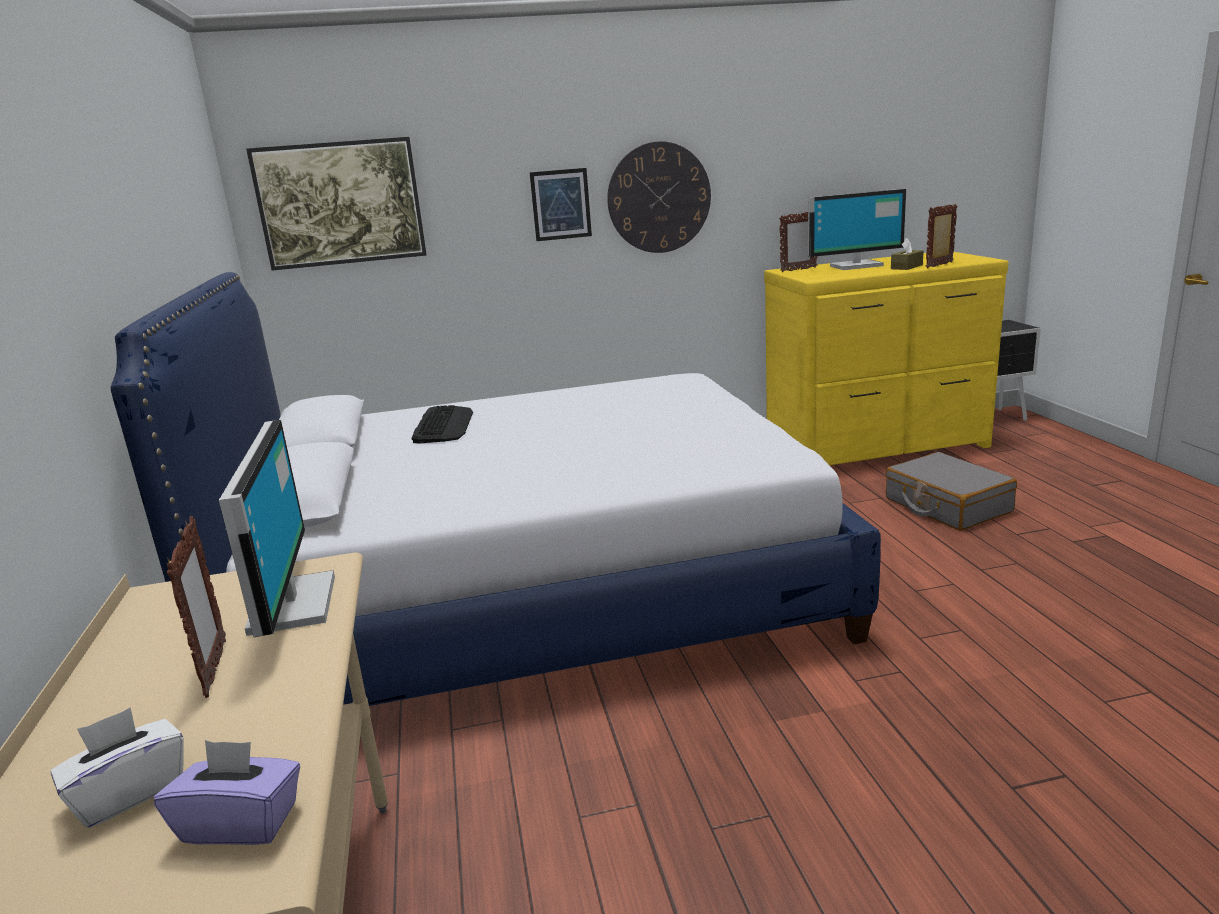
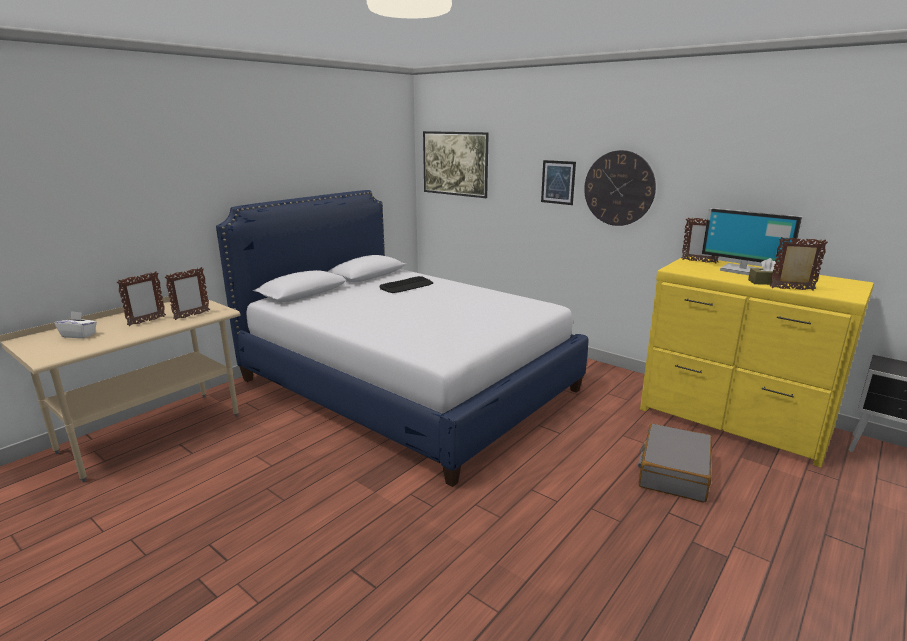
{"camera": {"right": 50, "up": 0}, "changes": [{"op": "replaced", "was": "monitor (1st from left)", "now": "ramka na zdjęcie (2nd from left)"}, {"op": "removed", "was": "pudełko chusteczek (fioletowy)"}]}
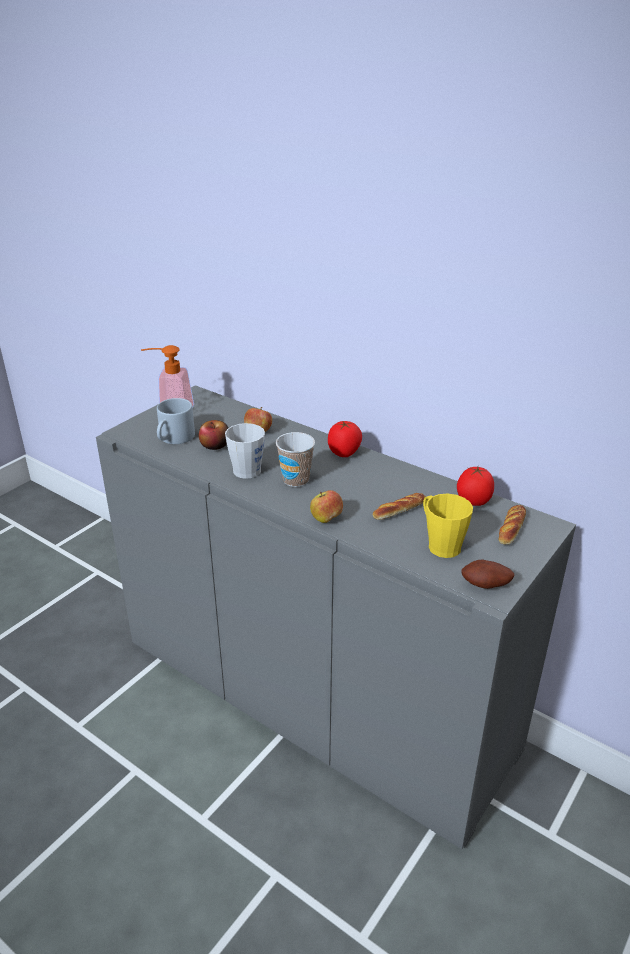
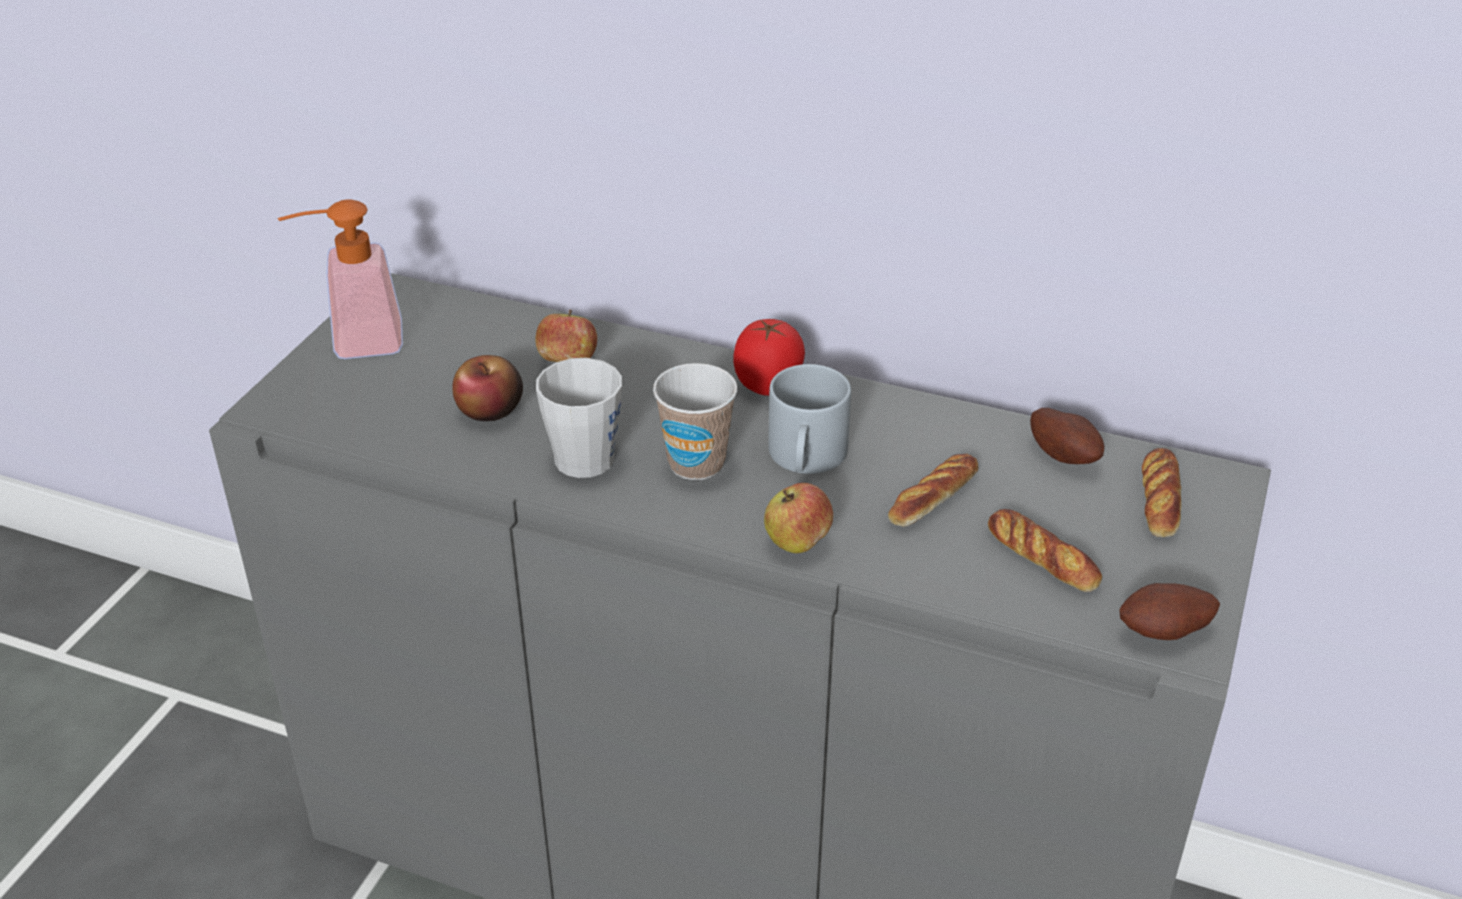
{"camera": {"right": -15, "up": 5}, "changes": [{"op": "moved", "was": "kubek (szary) (1st from left in the first image)", "now": "kubek (szary) (2nd from left)"}, {"op": "replaced", "was": "kubek (żółty)", "now": "chleb (2nd from left)"}, {"op": "replaced", "was": "pomidor (2nd from left)", "now": "ziemniak (1st from left)"}]}
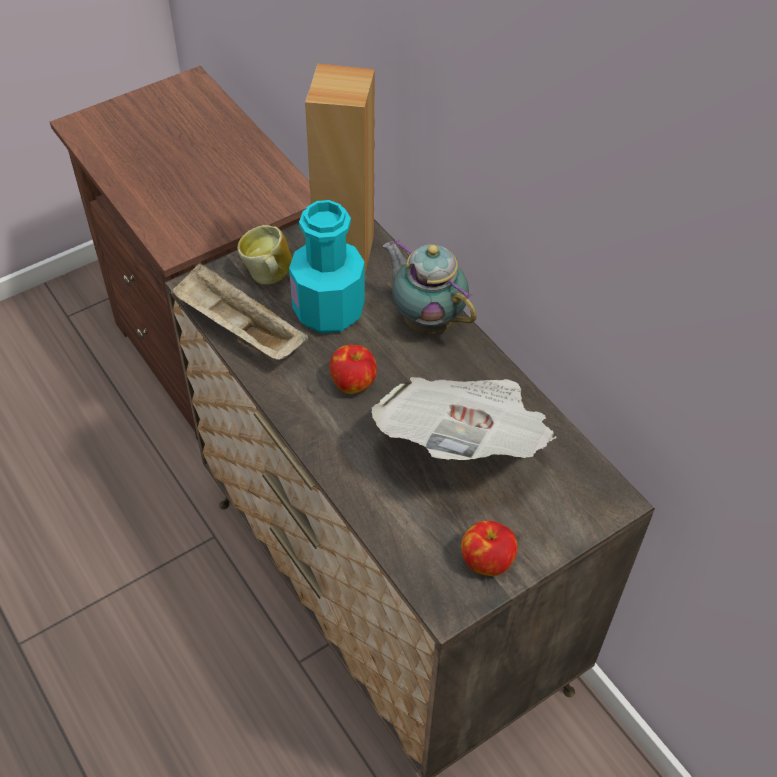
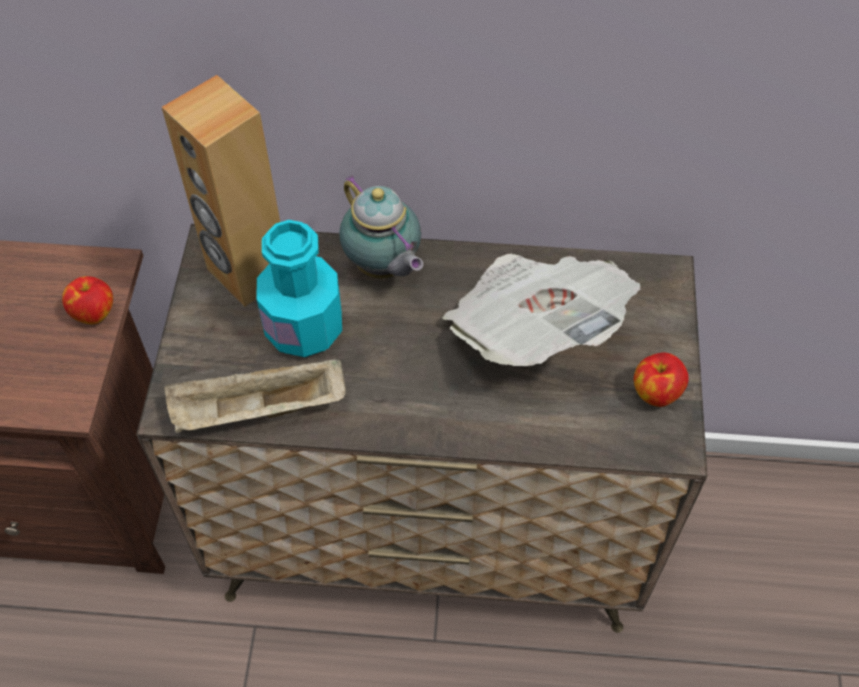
{"camera": {"right": -50, "up": 5}, "changes": [{"op": "moved", "was": "jabłko (1st from left)"}, {"op": "turned", "was": "imbryk", "clockwise": -120}, {"op": "removed", "was": "kubek"}]}
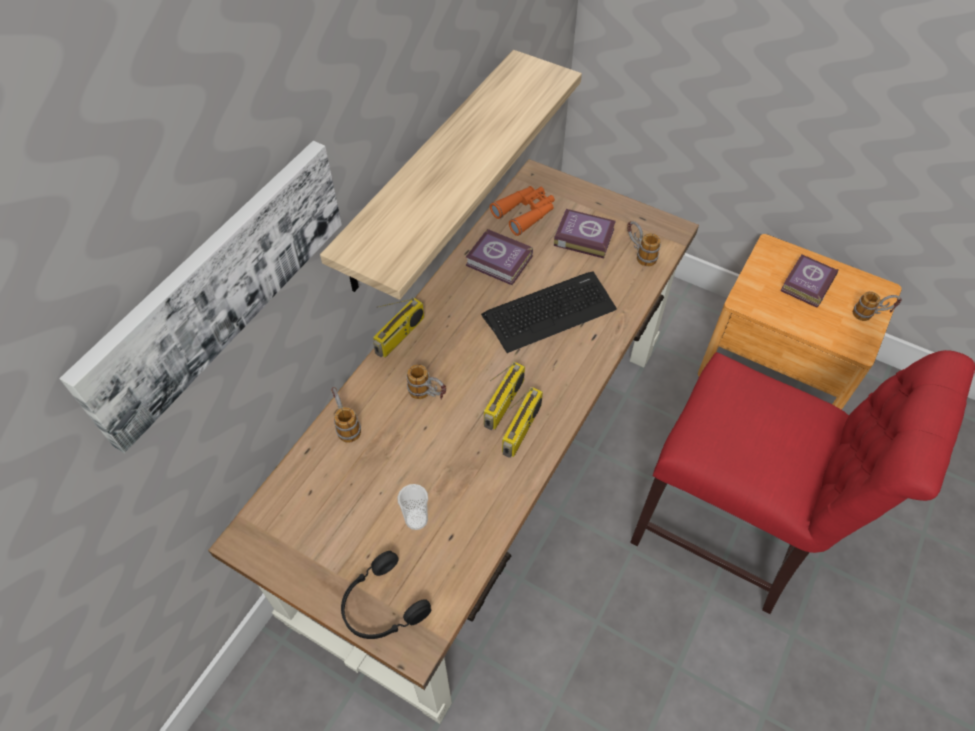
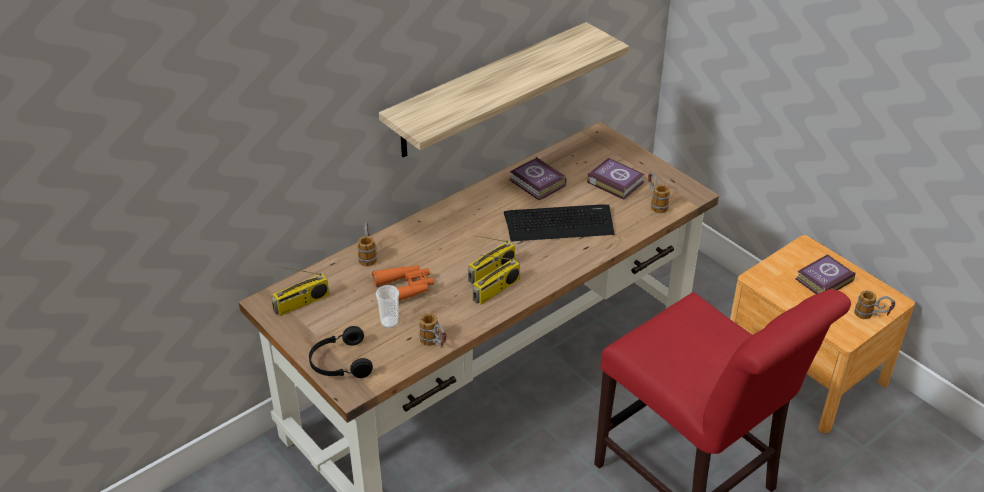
{"camera": {"right": 20, "up": -15}, "changes": [{"op": "moved", "was": "radio (1st from left)"}, {"op": "moved", "was": "lornetka (pomarańczowy)"}, {"op": "moved", "was": "kubek (2nd from left)"}, {"op": "removed", "was": "obraz"}]}
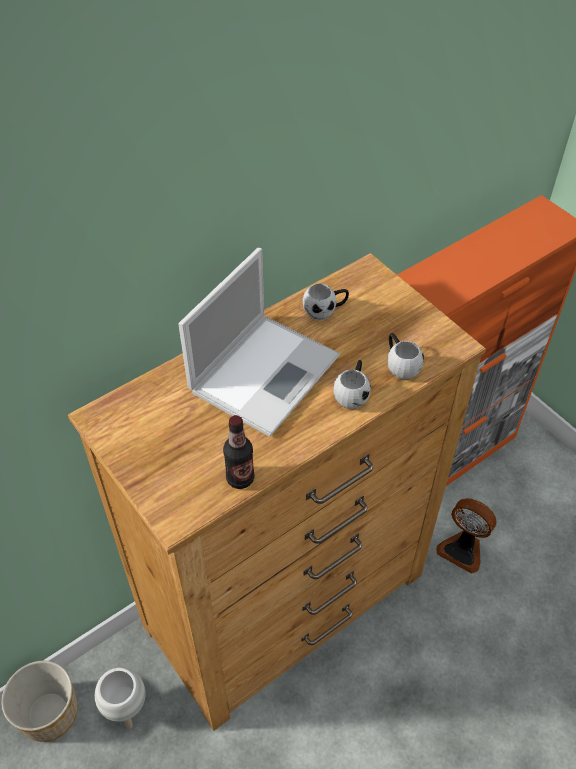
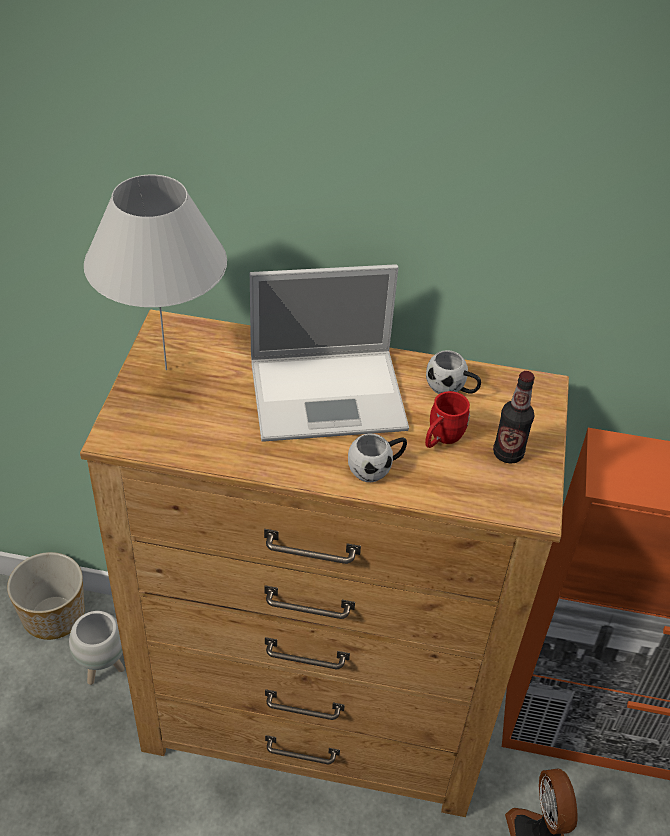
{"camera": {"right": 45, "up": -5}, "changes": [{"op": "added", "now": "lampa stołowa (biały)"}, {"op": "added", "now": "kubek (czerwony)"}, {"op": "moved", "was": "butelka"}, {"op": "removed", "was": "kubek (biały) (3rd from left)"}]}
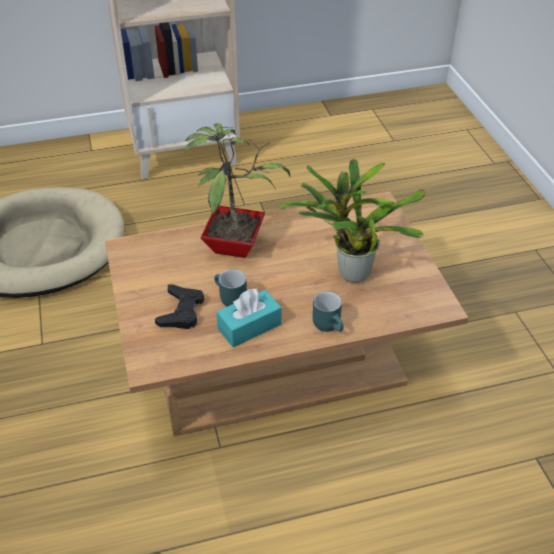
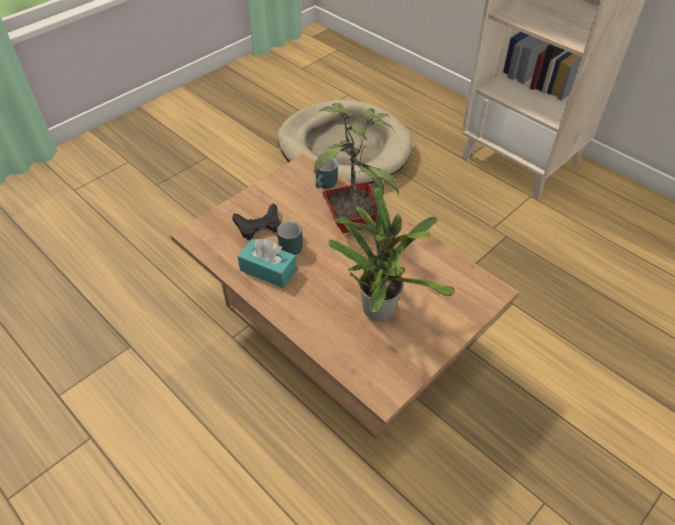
{"camera": {"right": 60, "up": 5}, "changes": [{"op": "moved", "was": "kubek (turkusowy) (2nd from left)"}]}
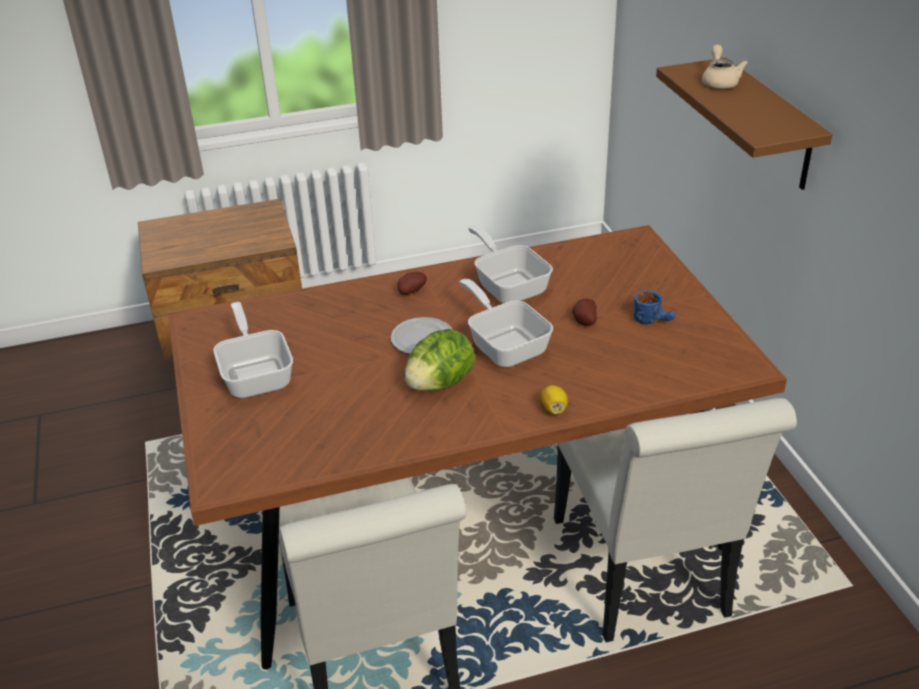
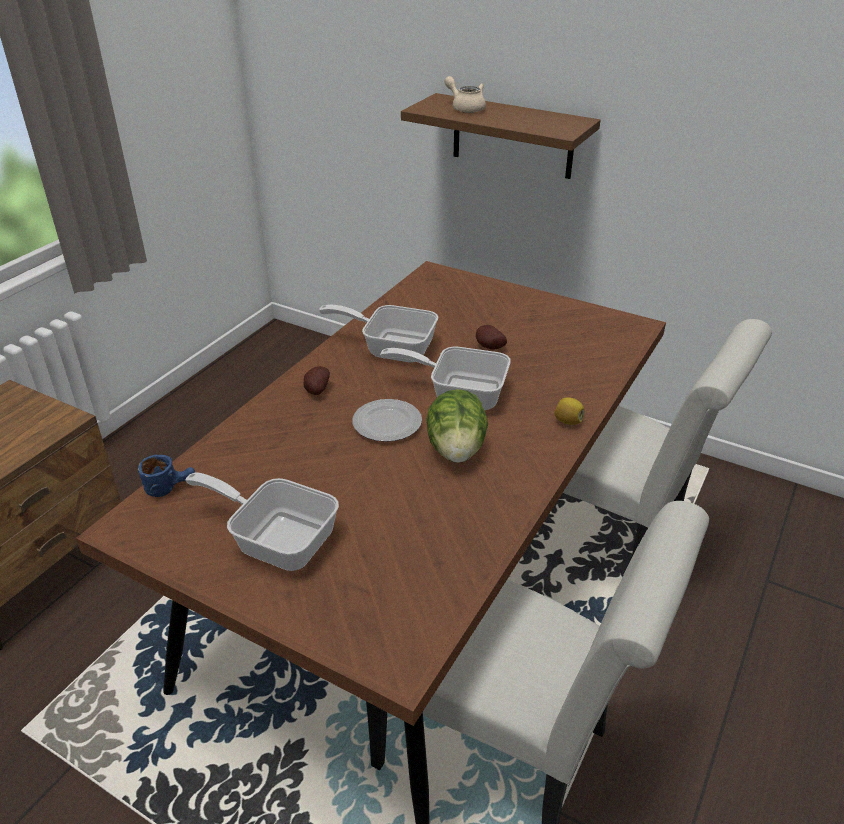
{"camera": {"right": -45, "up": 0}, "changes": [{"op": "moved", "was": "kubek (niebieski)"}]}
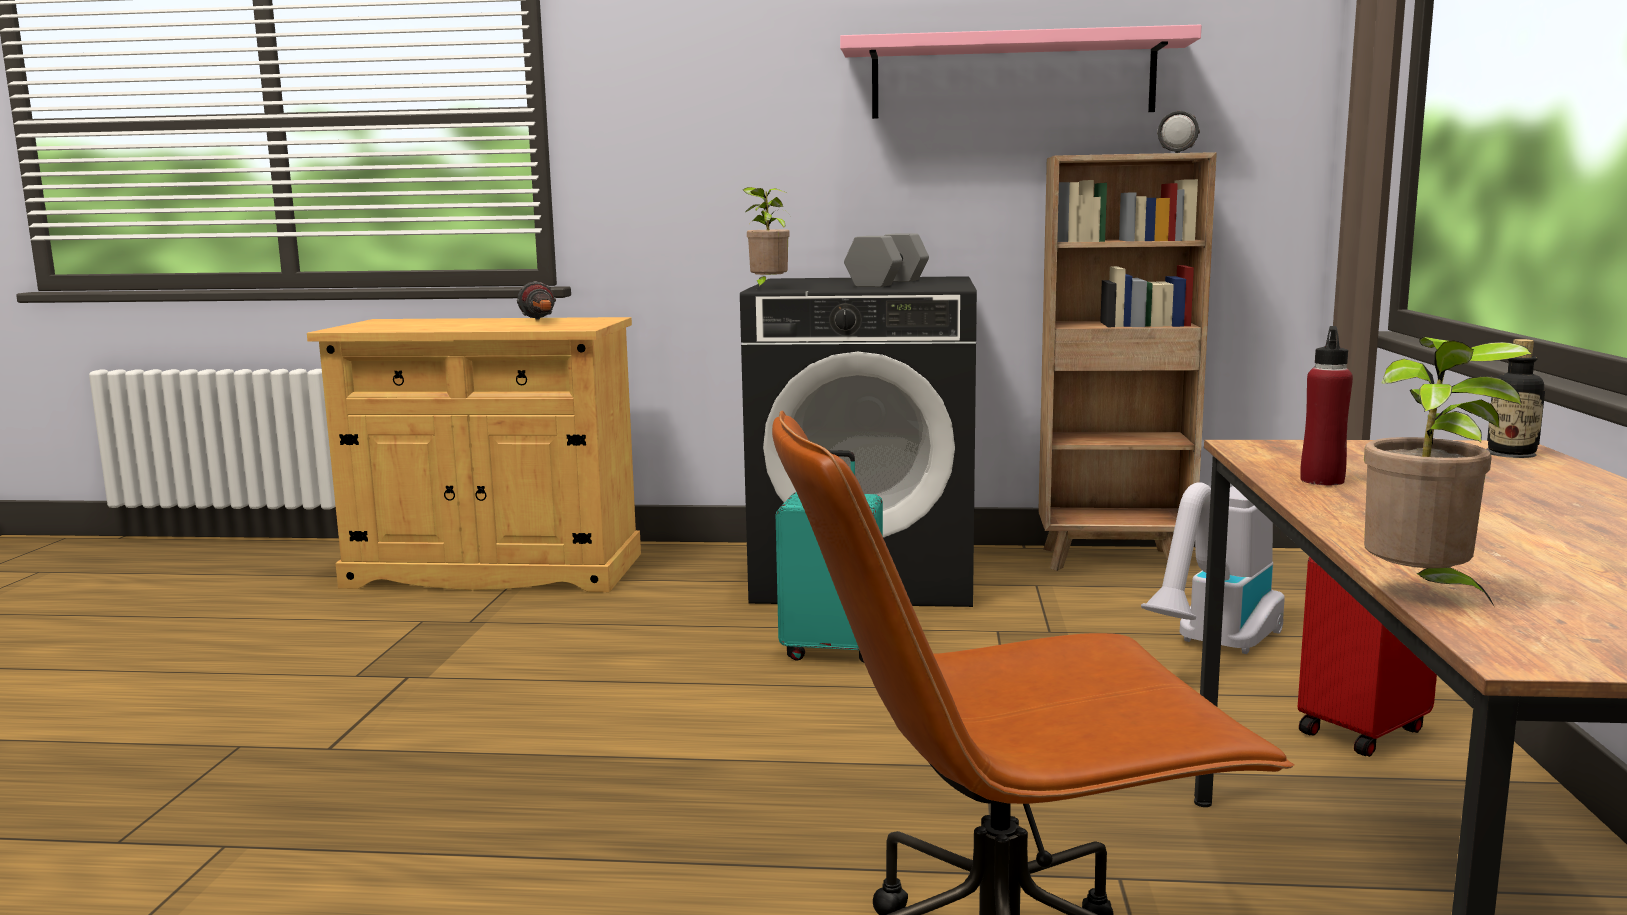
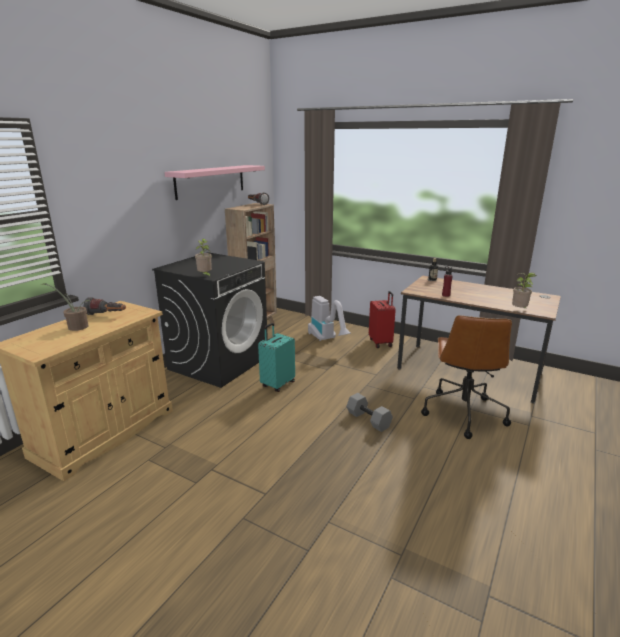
{"camera": {"right": -65, "up": 10}, "changes": [{"op": "added", "now": "roślina doniczkowa (1st from left)"}, {"op": "moved", "was": "hantel (szary)"}]}
